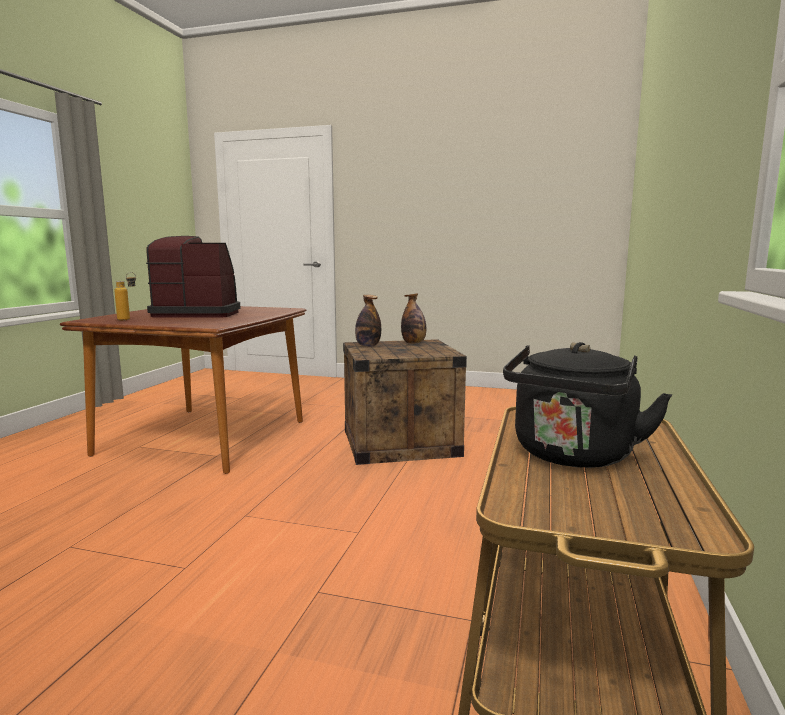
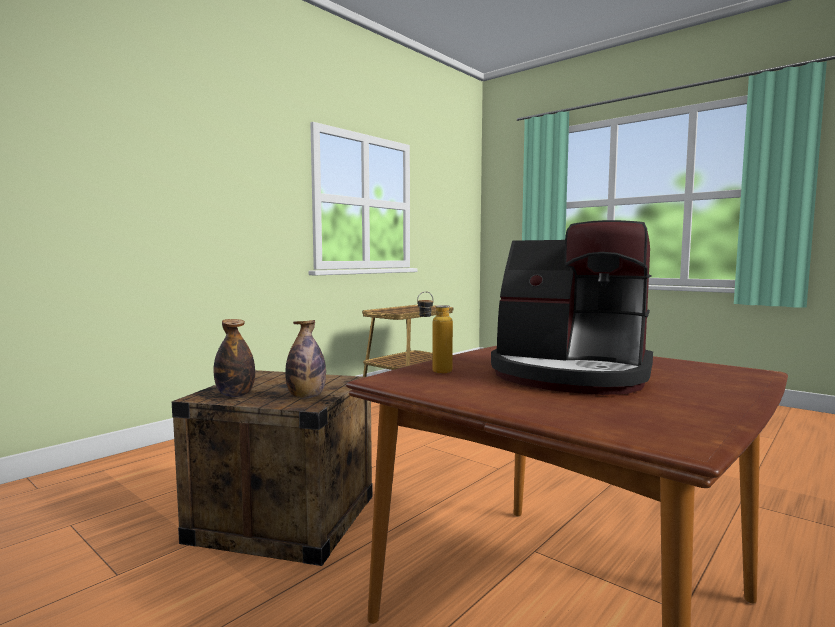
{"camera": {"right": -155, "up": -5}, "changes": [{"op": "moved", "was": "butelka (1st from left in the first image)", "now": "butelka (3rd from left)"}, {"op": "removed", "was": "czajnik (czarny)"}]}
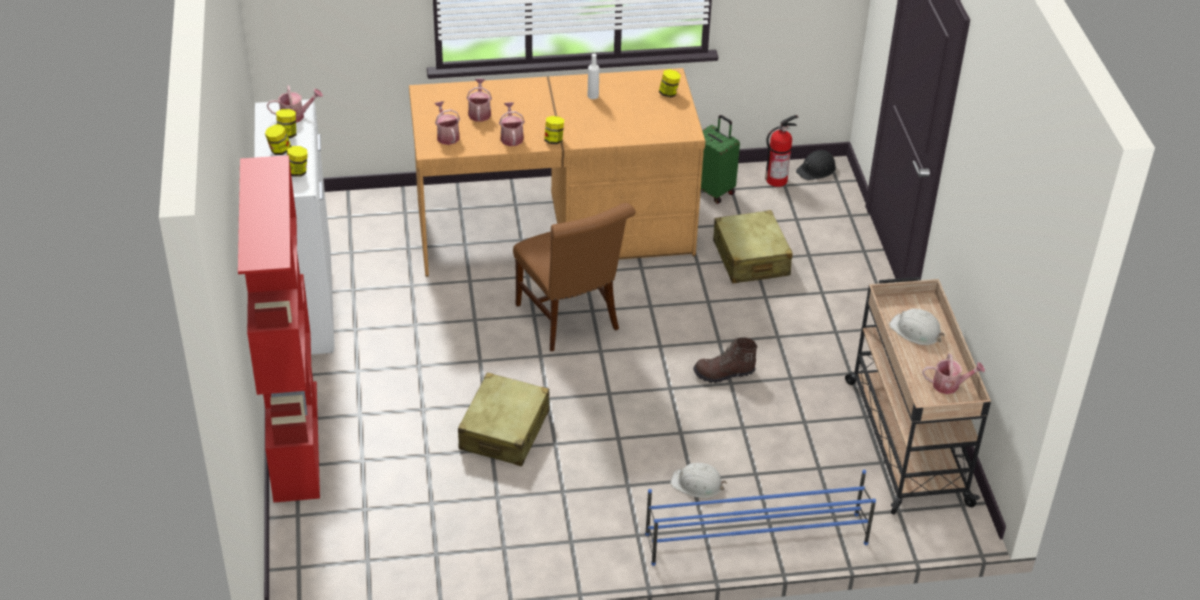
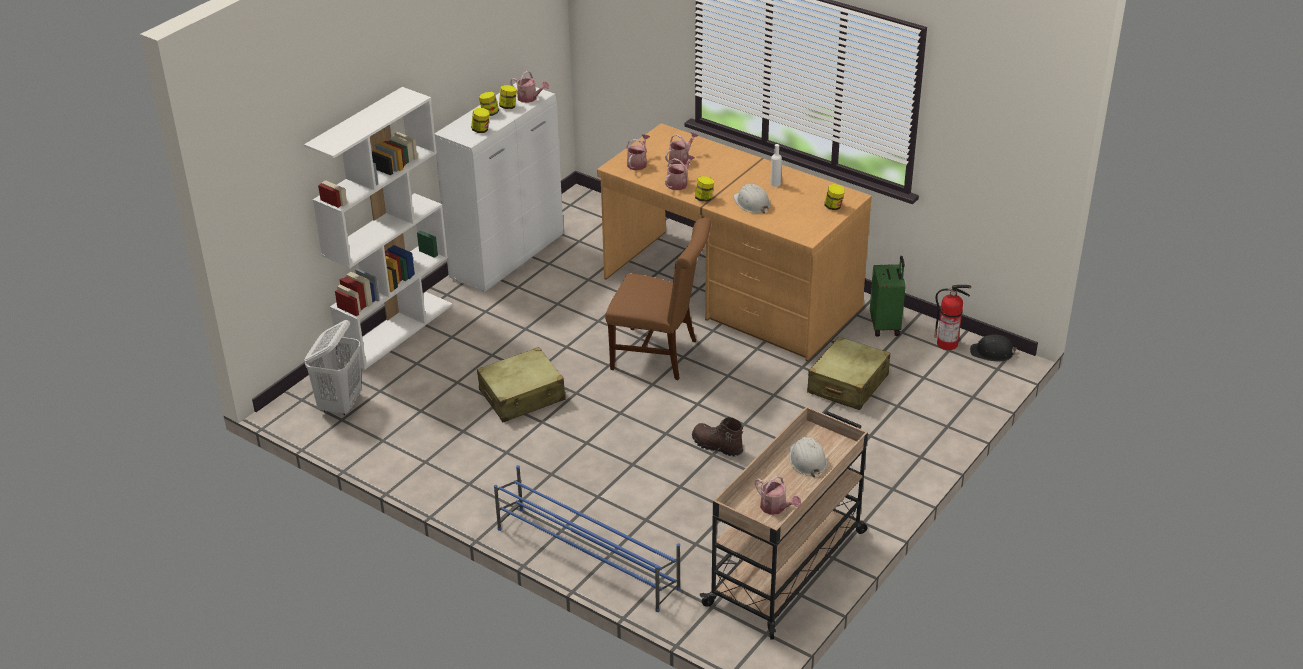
{"camera": {"right": 45, "up": -5}, "changes": [{"op": "recoloured", "was": "regał (czerwony)", "now": "regał (biały)"}, {"op": "added", "now": "kosz na pranie (biały)"}, {"op": "turned", "was": "krzesło (brązowy)", "clockwise": -90}, {"op": "moved", "was": "kask (biały) (1st from left)"}]}
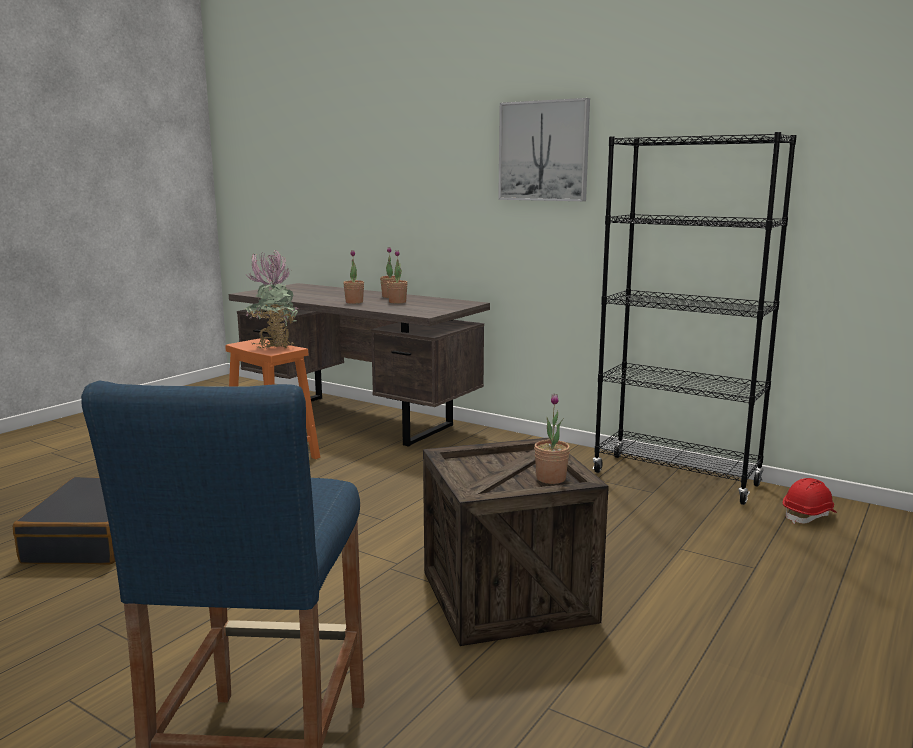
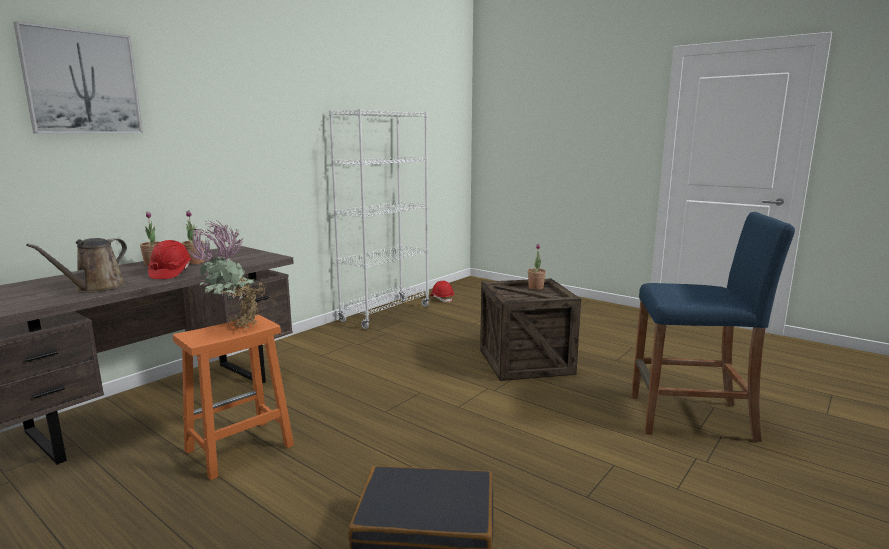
{"camera": {"right": -85, "up": 0}, "changes": [{"op": "moved", "was": "obraz"}, {"op": "added", "now": "konewka (brązowy)"}, {"op": "replaced", "was": "roślina doniczkowa (2nd from left)", "now": "kask (czerwony) (1st from left)"}, {"op": "recoloured", "was": "regał (czarny)", "now": "regał (biały)"}]}
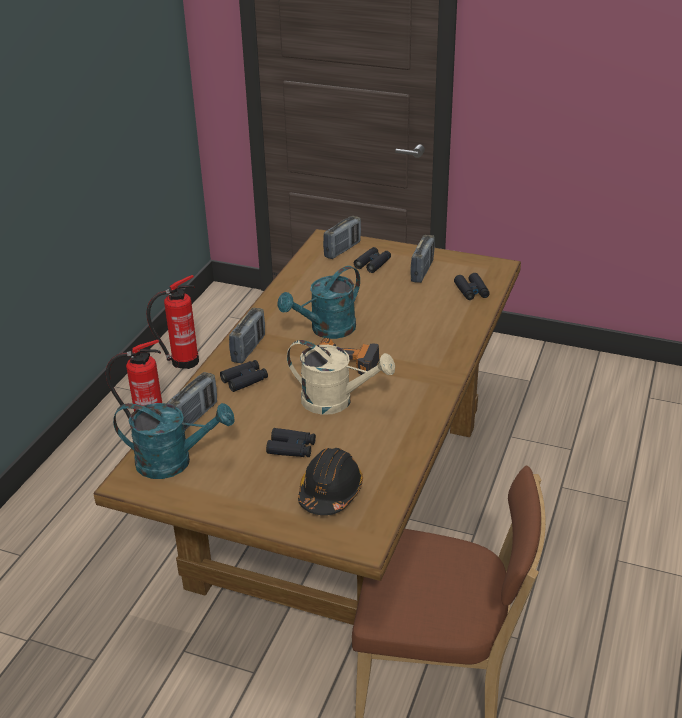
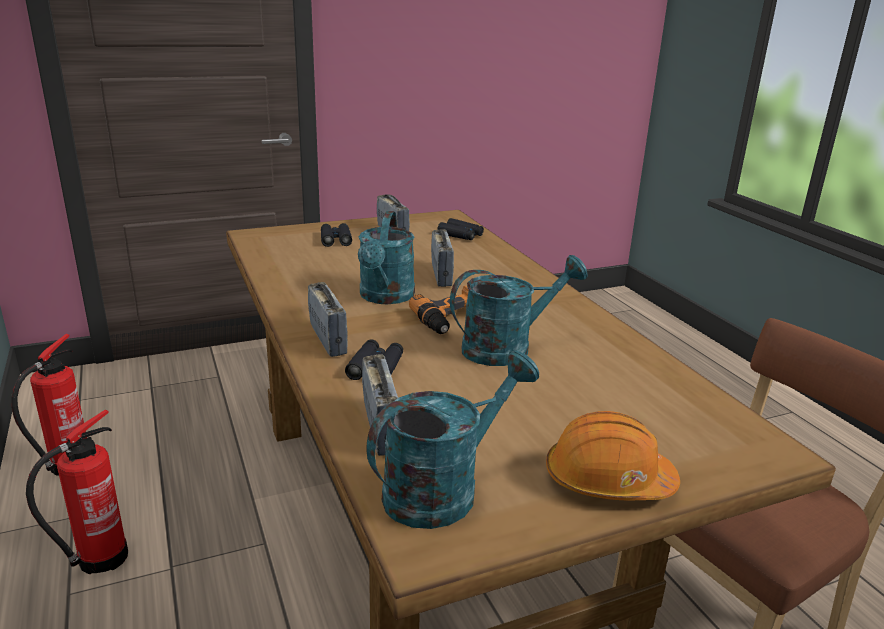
{"camera": {"right": -45, "up": -10}, "changes": [{"op": "moved", "was": "radio (3rd from left in the first image)", "now": "radio (4th from left)"}, {"op": "recoloured", "was": "konewka (beżowy)", "now": "konewka (turkusowy) (3rd from left)"}, {"op": "added", "now": "kask (pomarańczowy)"}, {"op": "removed", "was": "lornetka (czarny) (2nd from left)"}, {"op": "removed", "was": "kask (czarny)"}]}
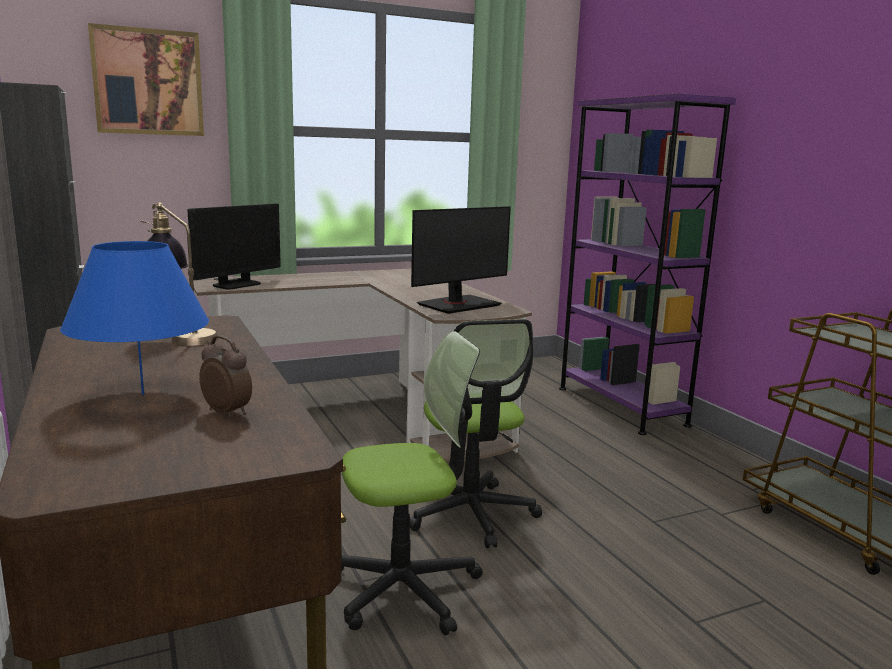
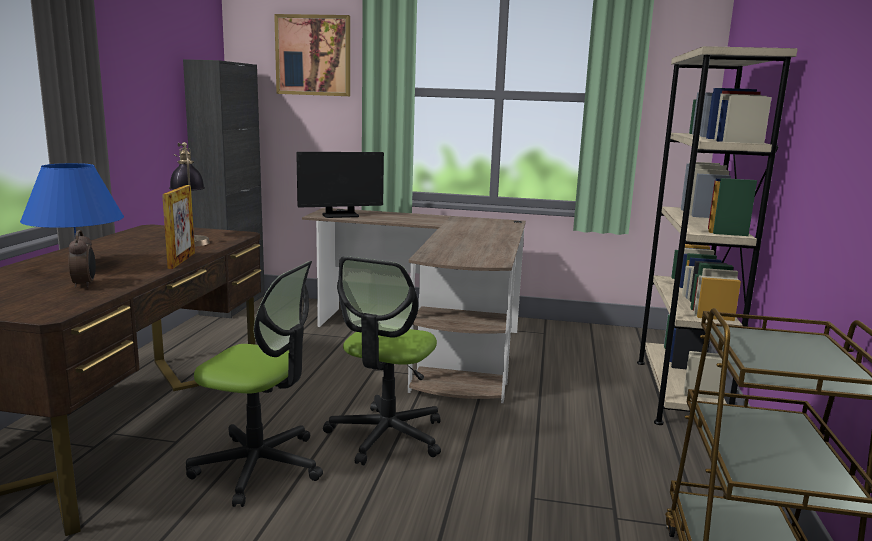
{"camera": {"right": 35, "up": 0}, "changes": [{"op": "added", "now": "ramka na zdjęcie"}, {"op": "recoloured", "was": "regał (fioletowy)", "now": "regał (beżowy)"}, {"op": "removed", "was": "monitor (2nd from left)"}]}
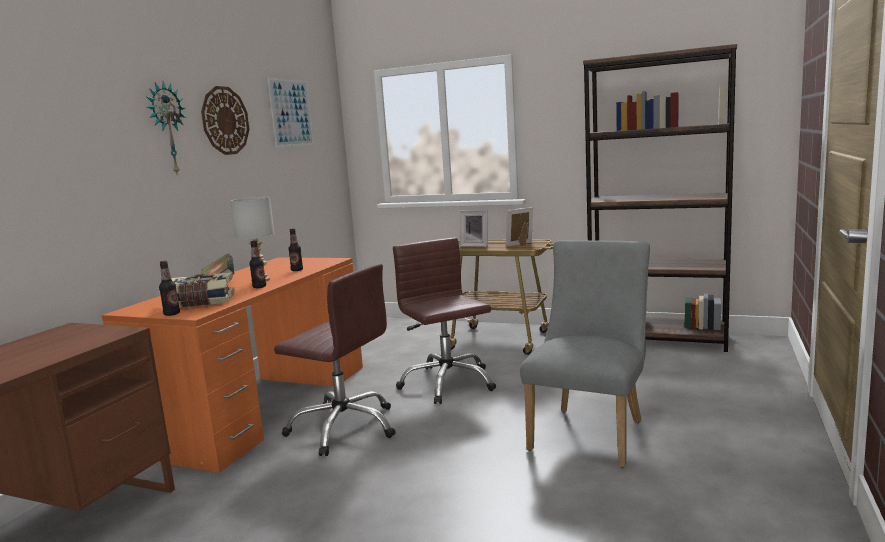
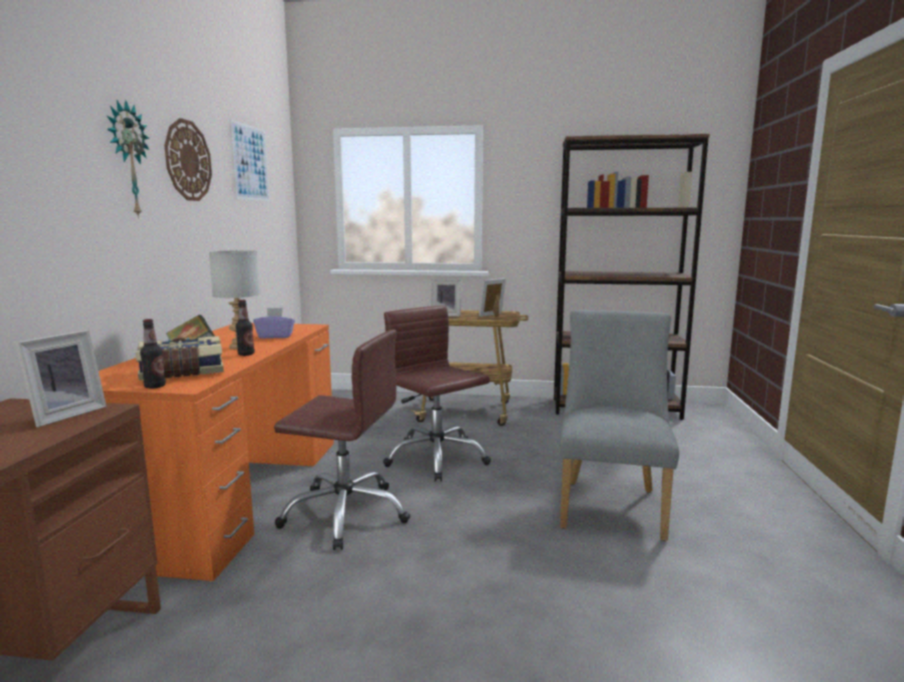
{"camera": {"right": -15, "up": 0}, "changes": [{"op": "added", "now": "ramka na zdjęcie (1st from left)"}, {"op": "replaced", "was": "butelka (3rd from left)", "now": "pudełko chusteczek (fioletowy)"}]}
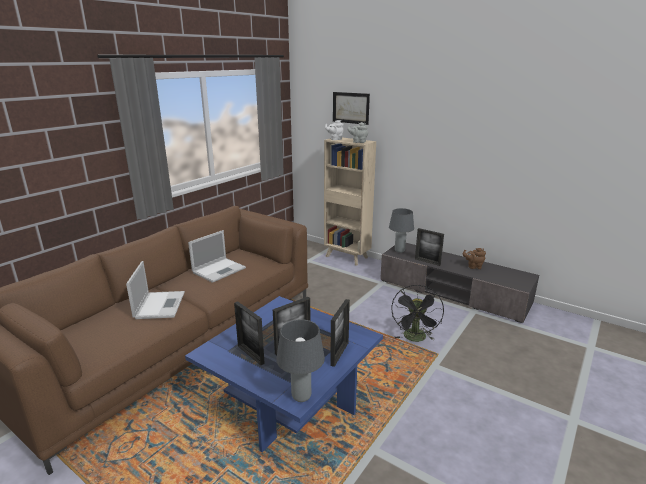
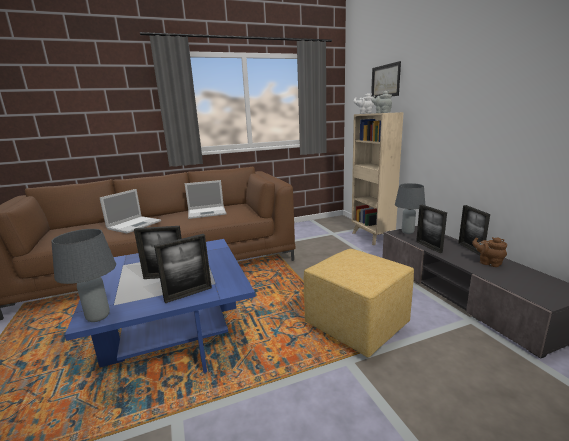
{"camera": {"right": 35, "up": -5}, "changes": [{"op": "replaced", "was": "wentylator (czarny)", "now": "pufa (żółty)"}, {"op": "moved", "was": "ramka na zdjęcie (1st from left in the first image)", "now": "ramka na zdjęcie (4th from left)"}]}
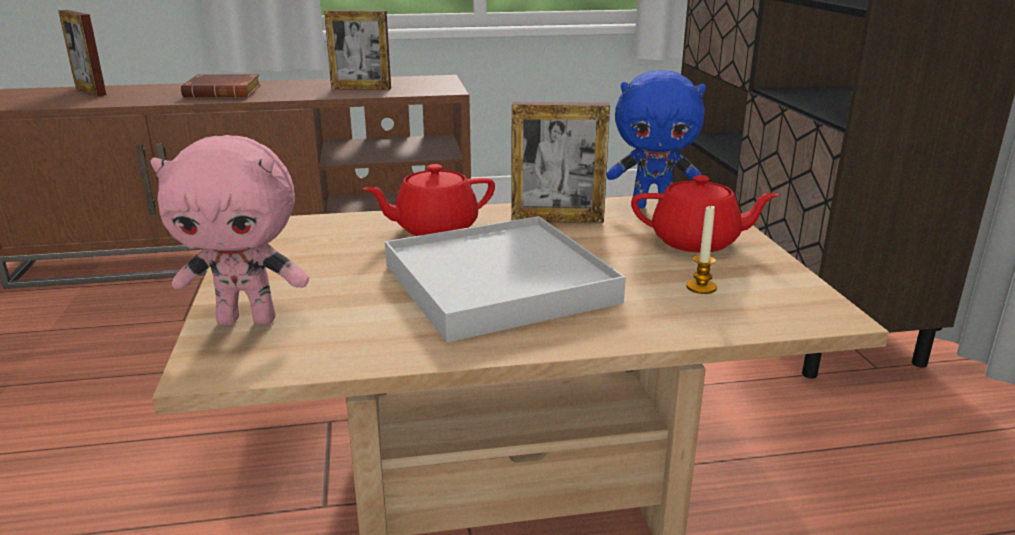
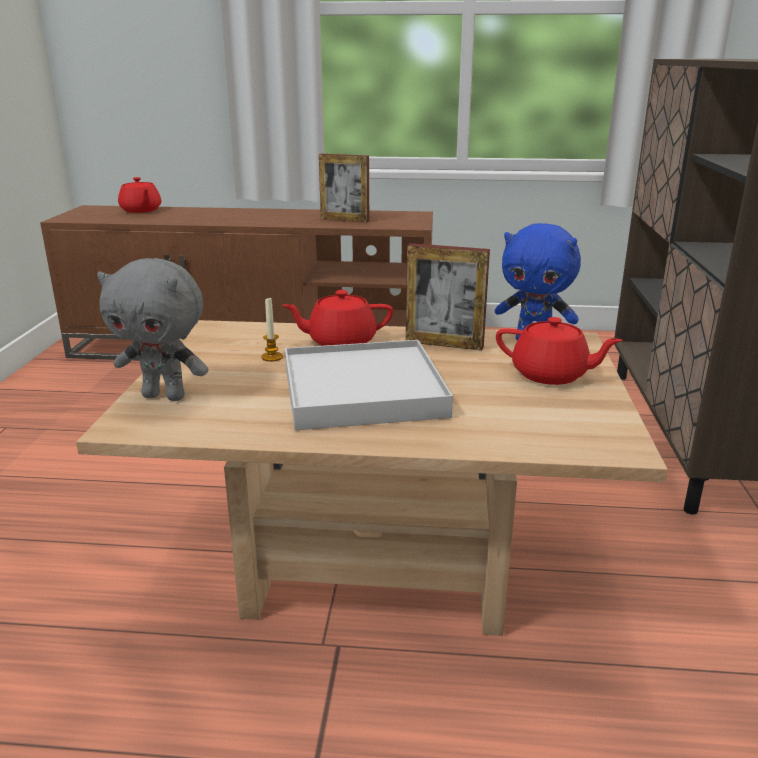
{"camera": {"right": 15, "up": 0}, "changes": [{"op": "recoloured", "was": "pluszak (różowy)", "now": "pluszak (szary)"}, {"op": "replaced", "was": "ramka na zdjęcie (1st from left)", "now": "imbryk (czerwony) (1st from left)"}, {"op": "moved", "was": "świeca"}, {"op": "removed", "was": "książka (brązowy)"}]}
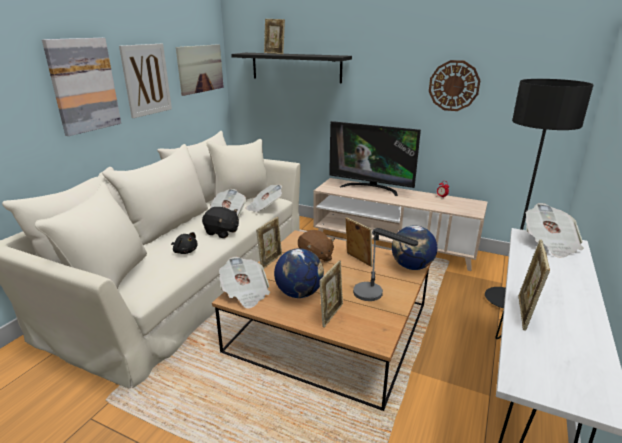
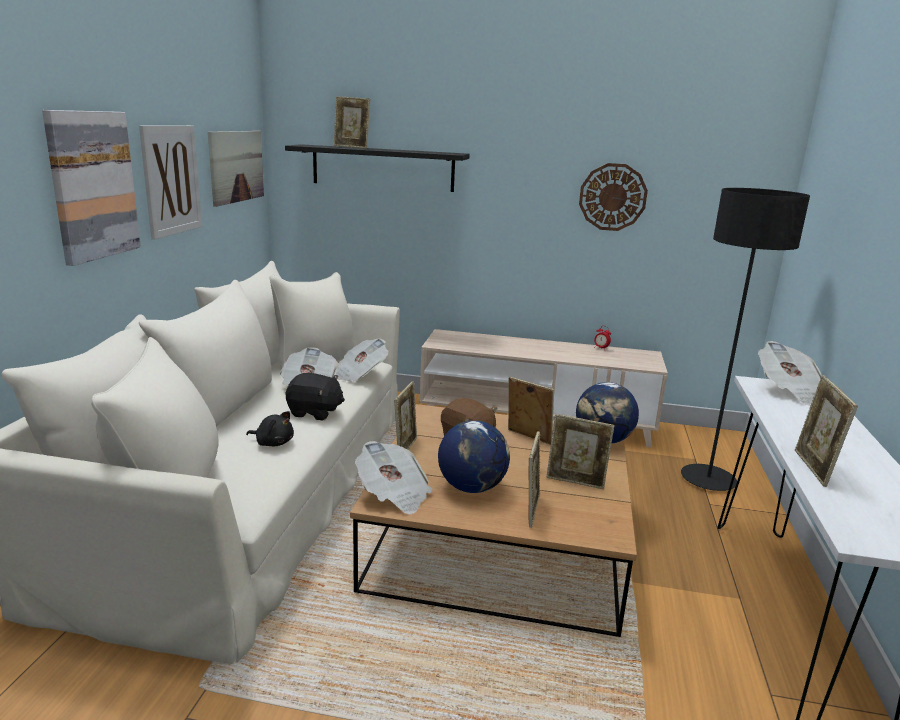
{"camera": {"right": -15, "up": -5}, "changes": [{"op": "replaced", "was": "lampa stołowa", "now": "ramka na zdjęcie (5th from left)"}, {"op": "removed", "was": "telewizor"}]}
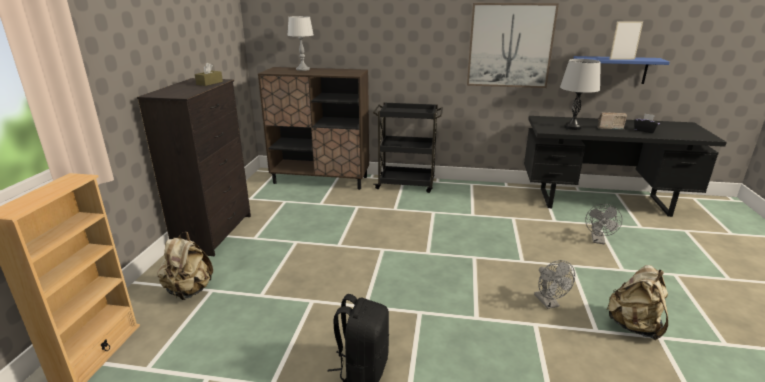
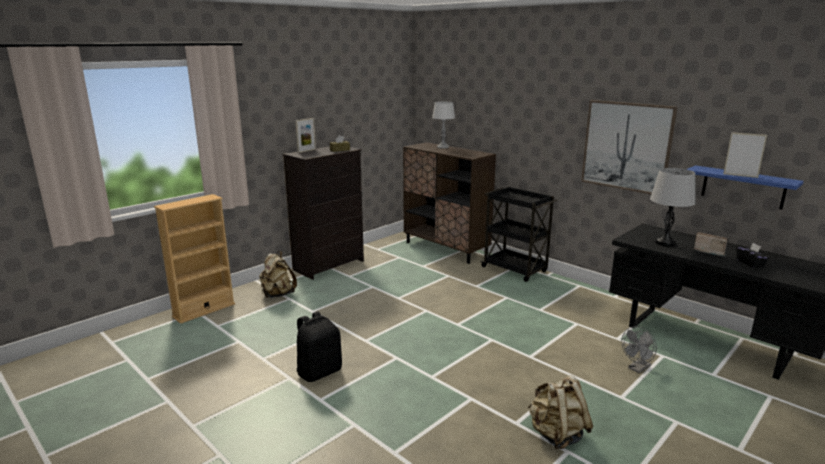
{"camera": {"right": 35, "up": -5}, "changes": [{"op": "added", "now": "ramka na zdjęcie (1st from left)"}, {"op": "removed", "was": "wentylator (szary) (1st from left)"}]}
